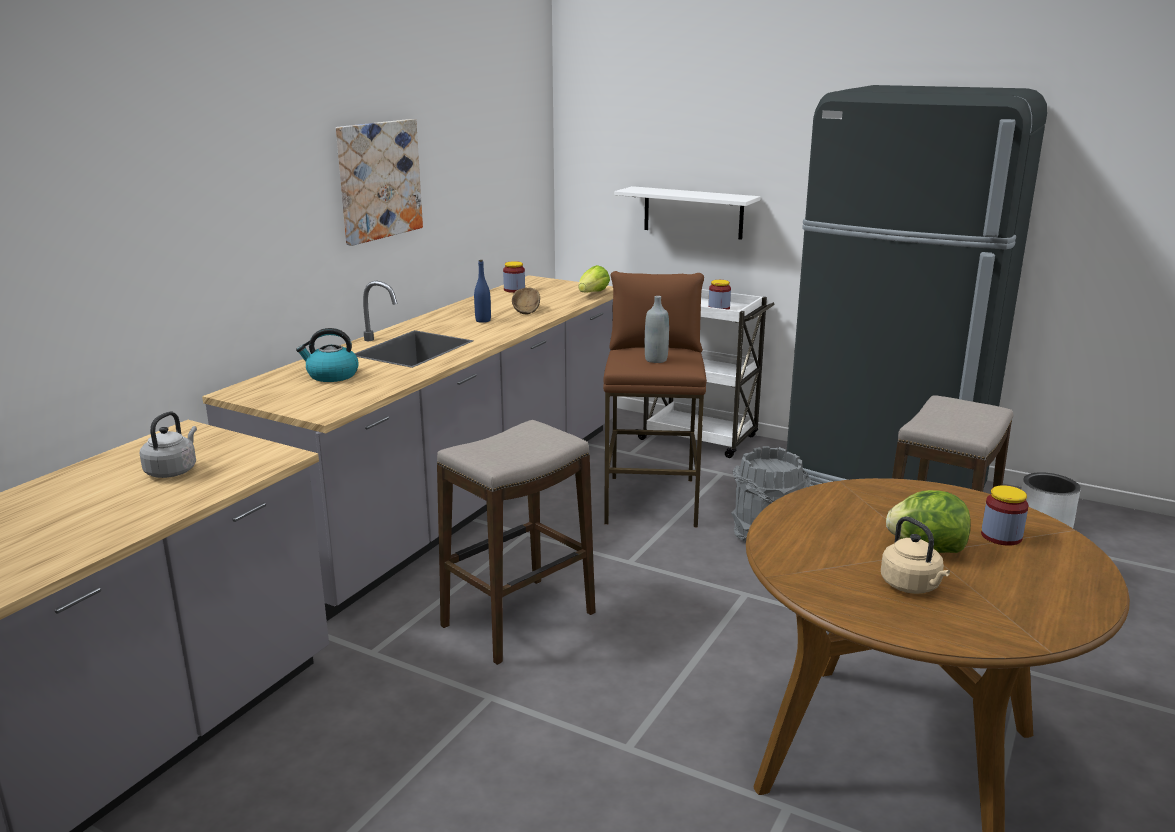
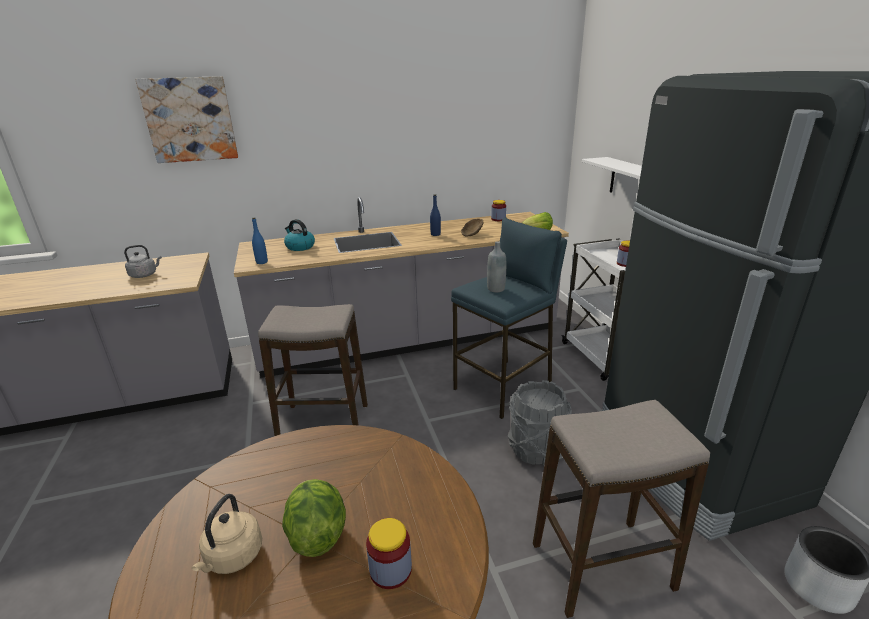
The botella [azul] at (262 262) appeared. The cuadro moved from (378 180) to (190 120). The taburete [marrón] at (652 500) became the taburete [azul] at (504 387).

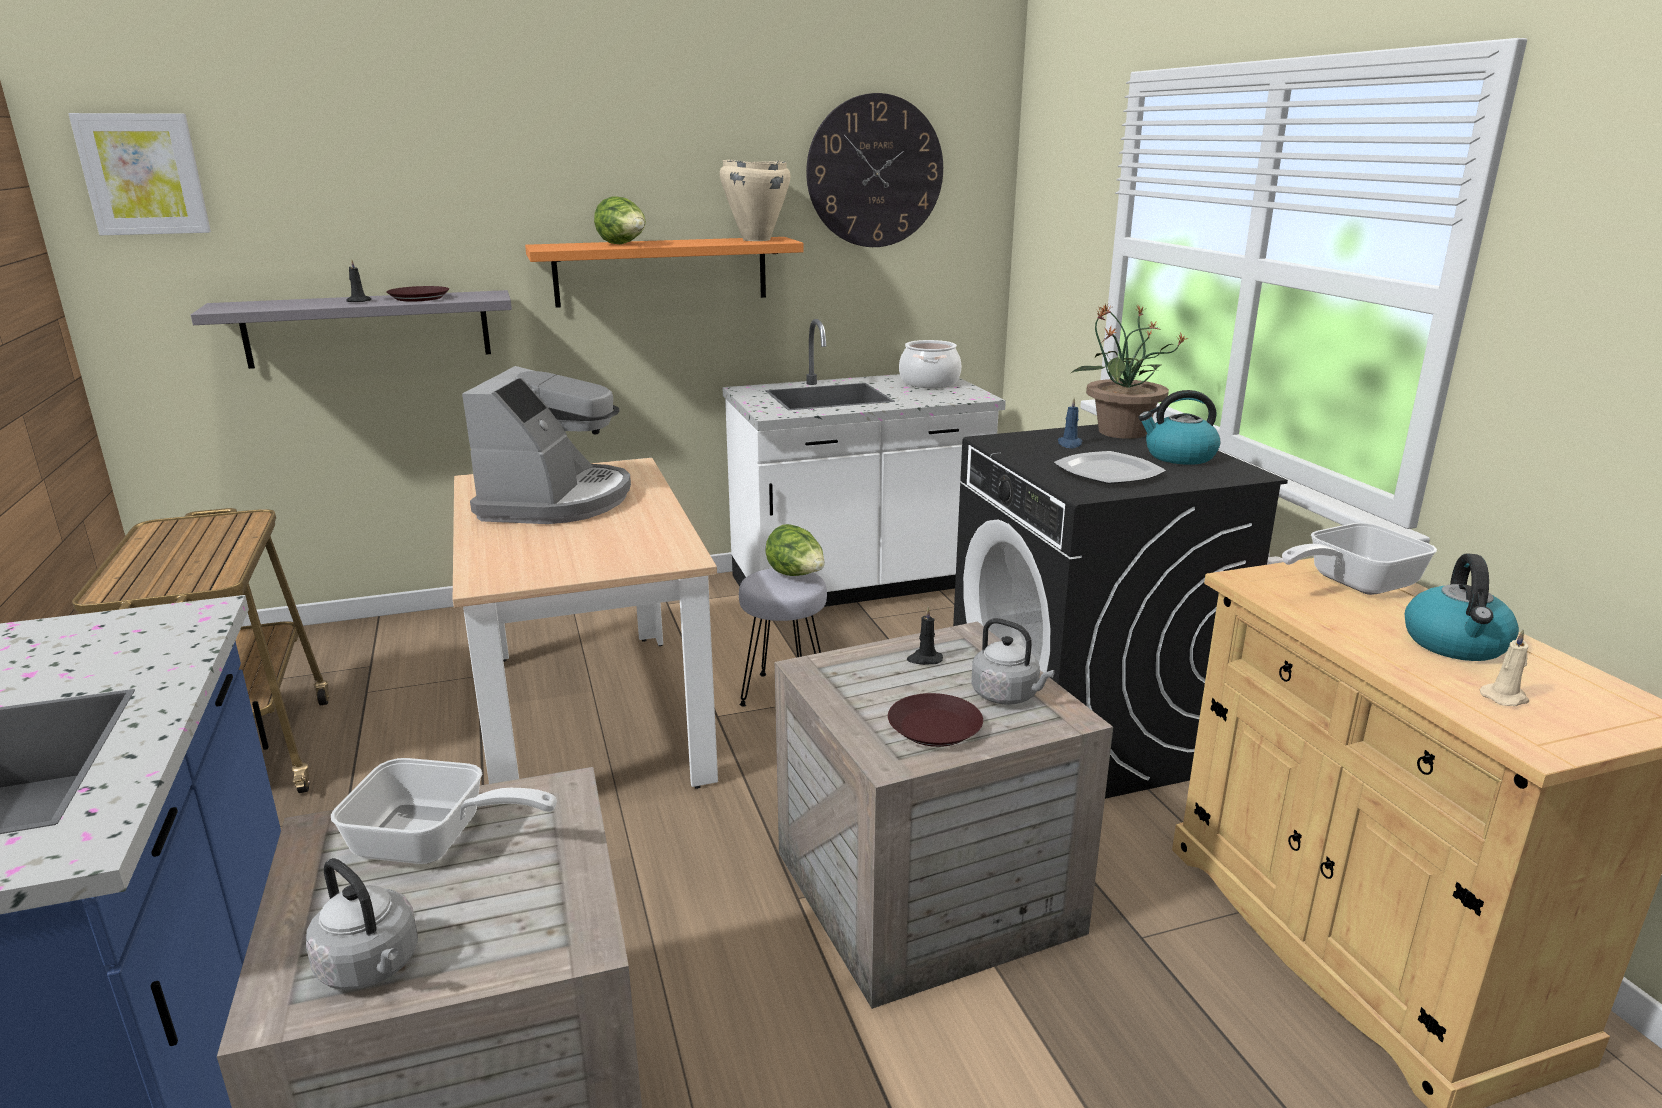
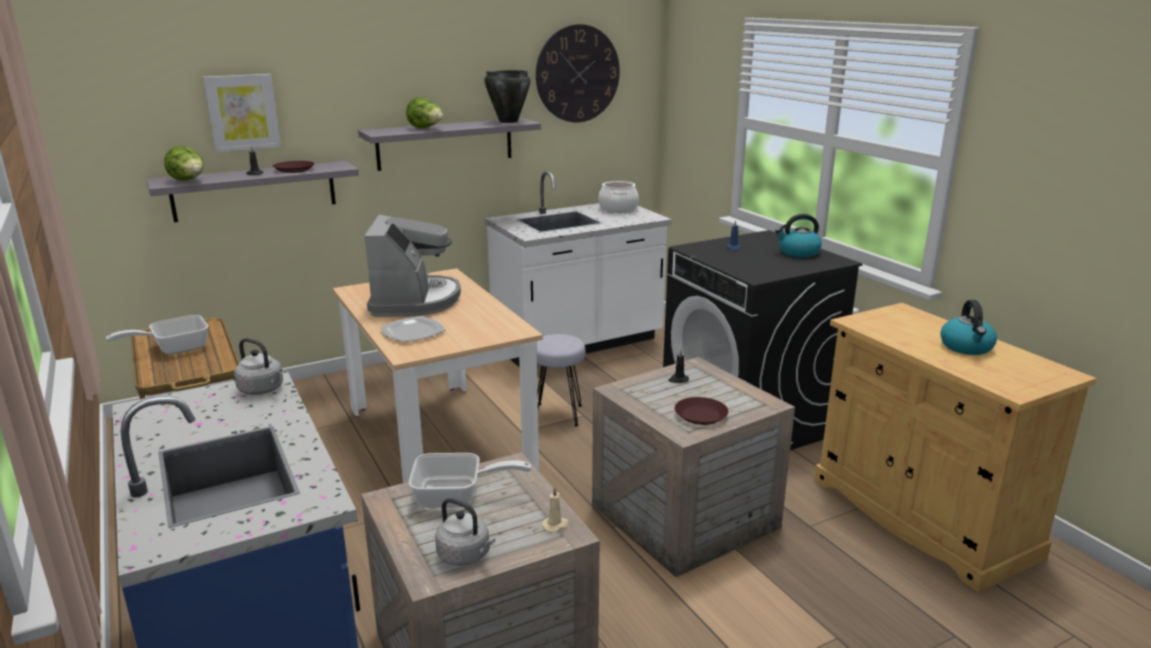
The planta en maceta at (1120 432) disappeared. The cuadro moved from (143 174) to (242 112). The lechuga moved from (796 576) to (188 181). The hervidor [gris] moved from (1007 696) to (263 390). The plato moved from (1108 472) to (412 332). The sartén moved from (1352 583) to (174 348). The vela [beis] moved from (1505 697) to (556 525). The estante [naranja] at (661 271) became the estante [gris] at (445 144). The olla [beis] at (755 240) became the olla [negro] at (508 121).

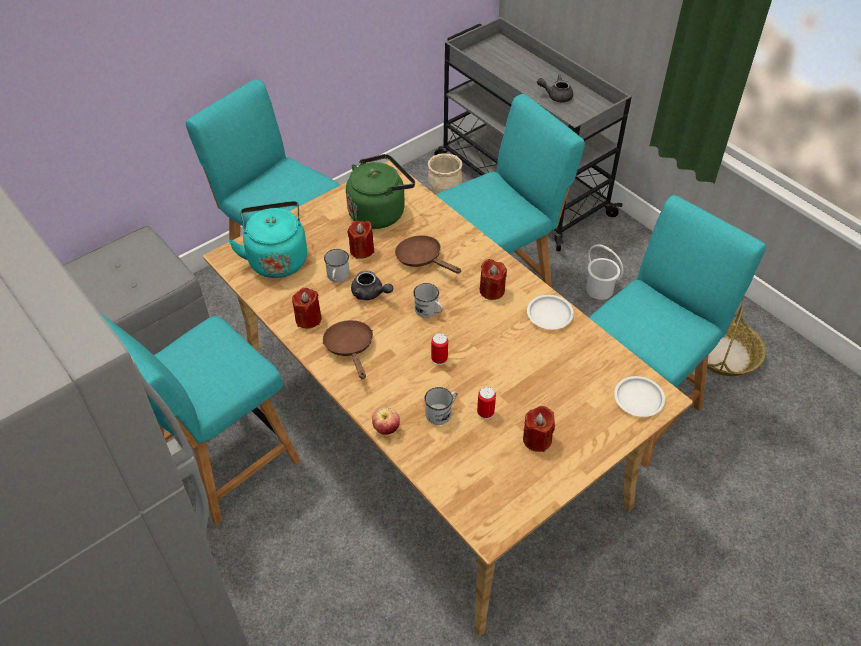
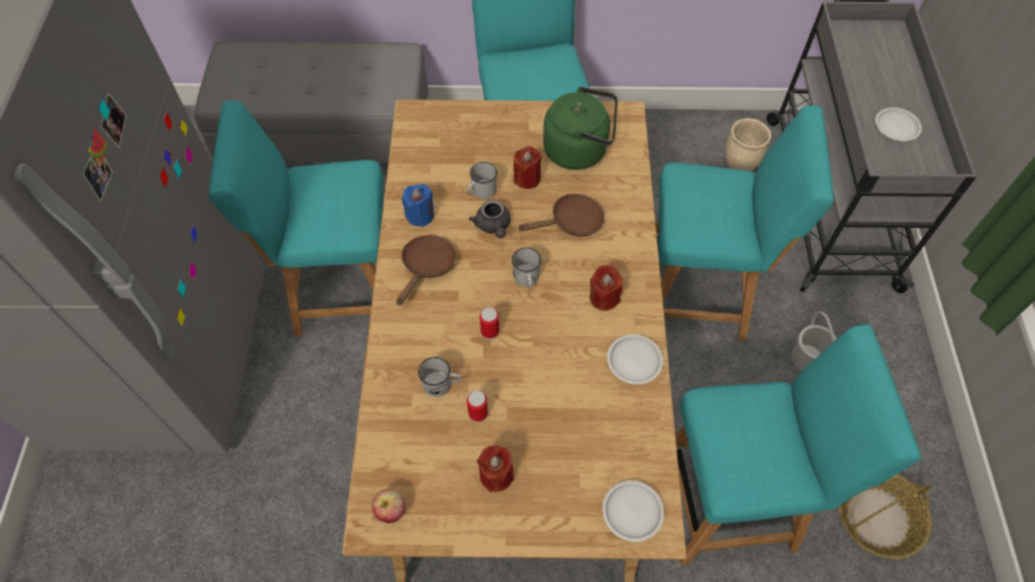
The hervidor [turquesa] at (277 258) disappeared. The manzana moved from (386 429) to (391 510). The tetera [gris] at (556 96) was replaced by the plato [blanco] at (896 127). The vela [rojo] at (308 319) became the vela [azul] at (420 215). The sartén [marrón] at (422 259) turned 75 degrees clockwise.

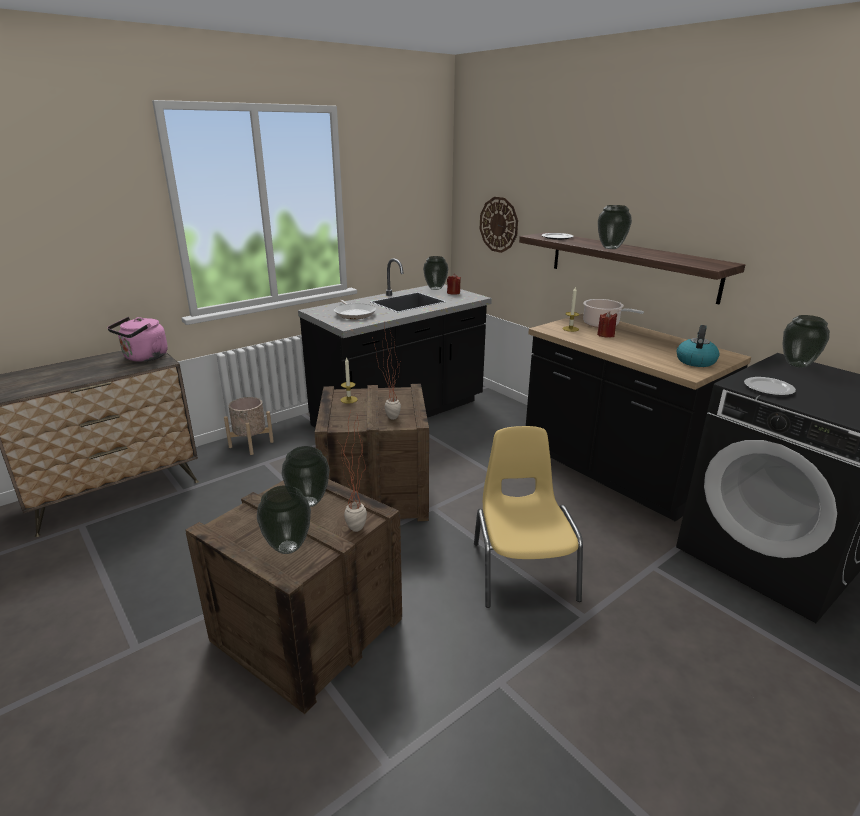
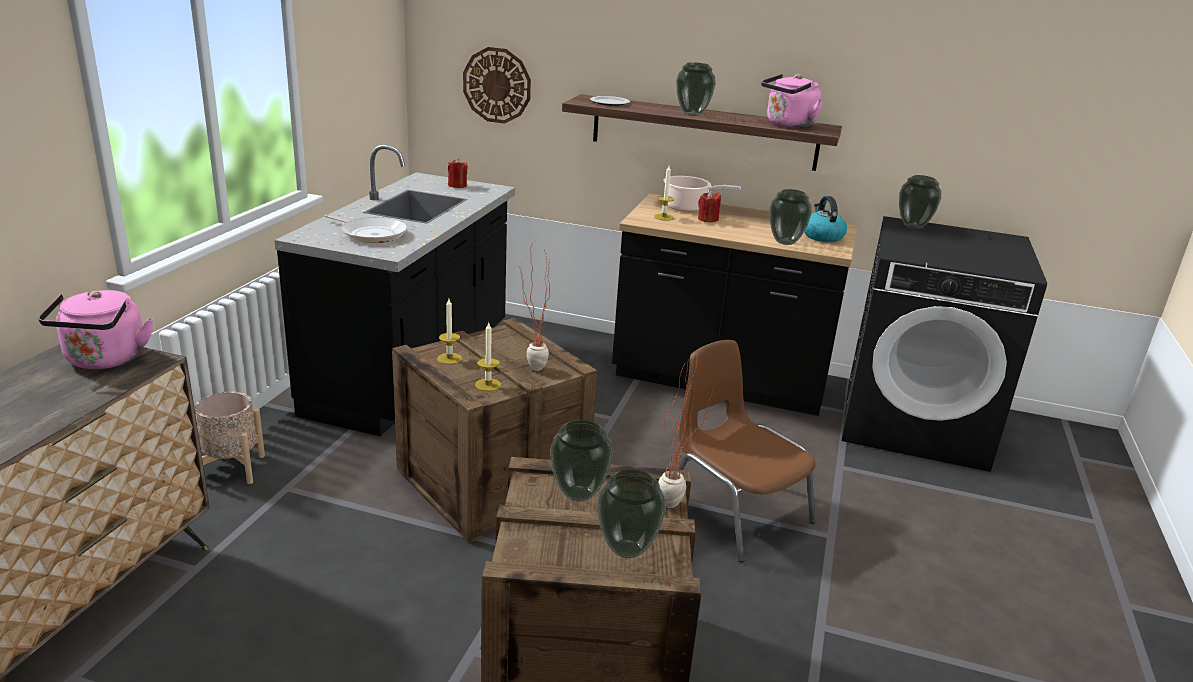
The plato at (769 388) disappeared. The vela at (488 385) appeared. The hervidor [rosa] at (788 125) appeared. The florero moved from (435 288) to (785 242). The silla [amarillo] at (522 569) became the silla [marrón] at (735 511).

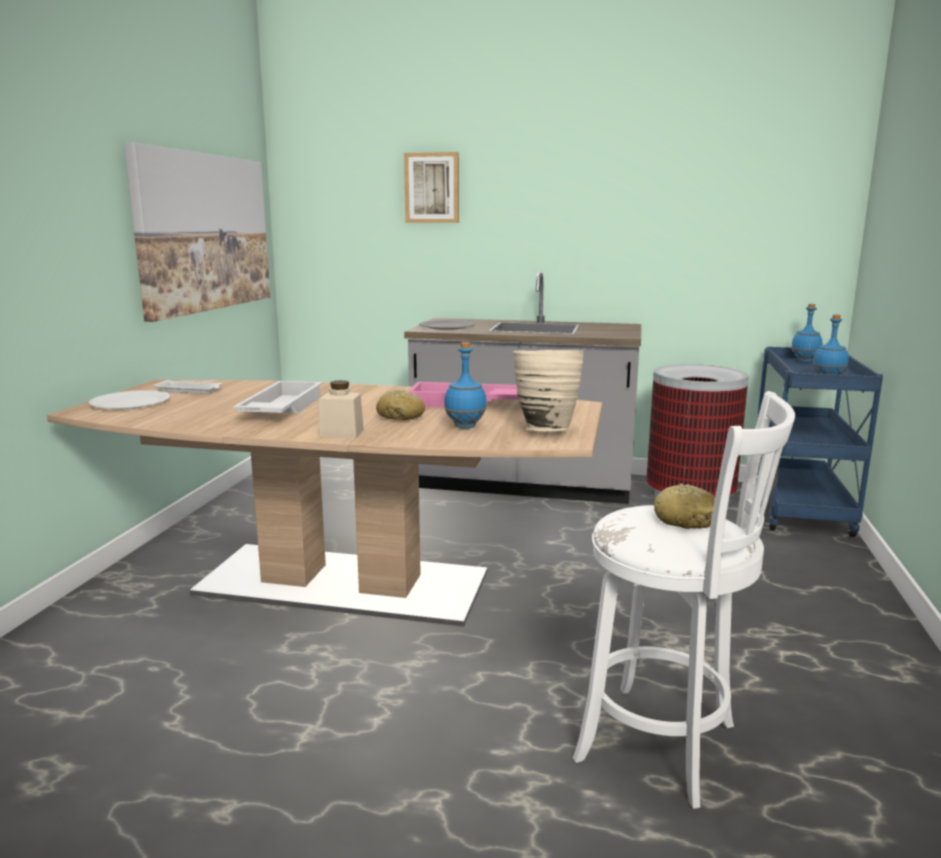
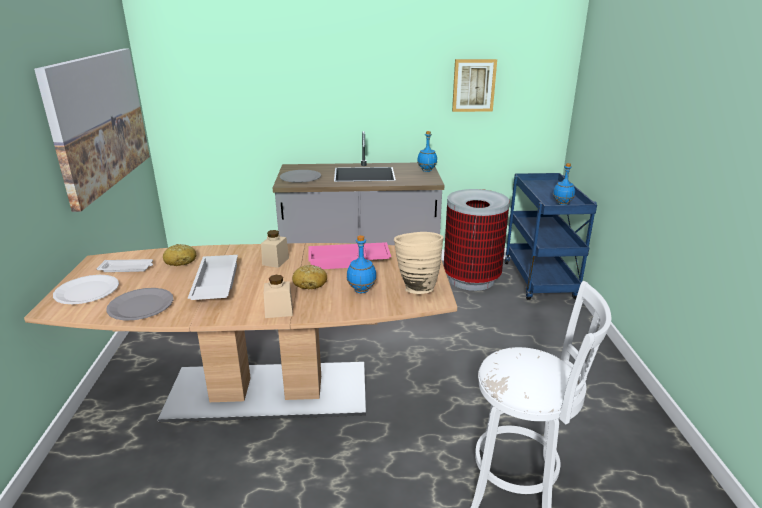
The plato [gris] at (141 306) appeared. The tarro [beis] at (275 261) appeared. The cuadro moved from (432 188) to (473 85). The pan moved from (685 520) to (181 261). The botella [azul] moved from (805 361) to (427 171).

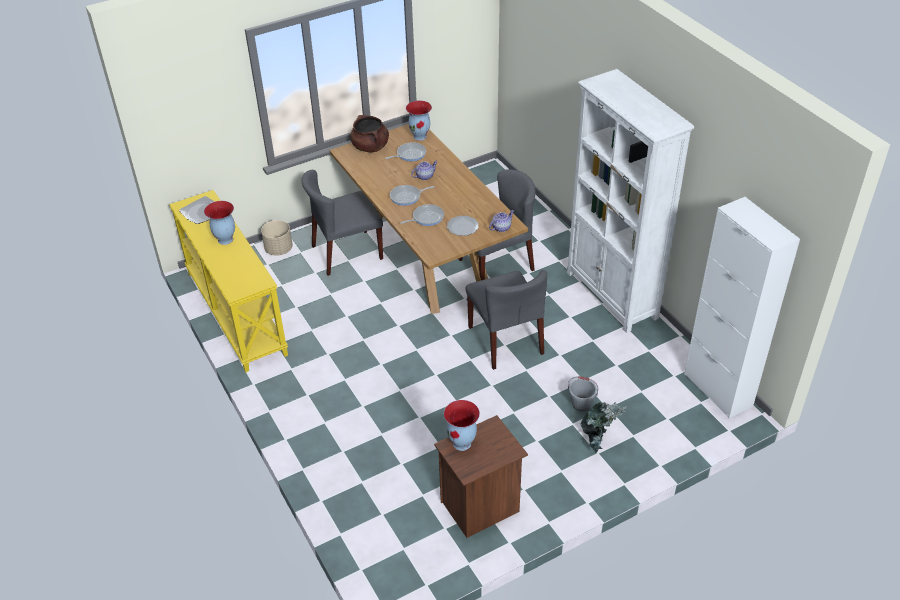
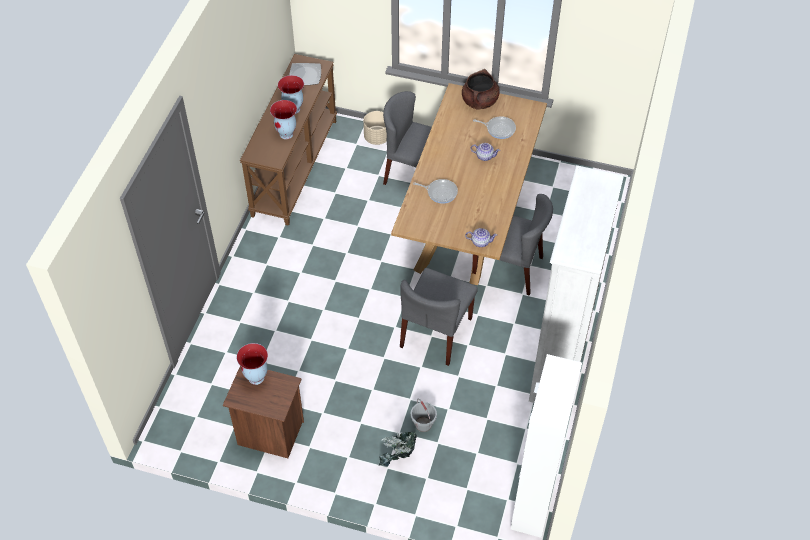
The sartén at (407 197) disappeared. The plato at (462 227) disappeared. The florero moved from (420 136) to (286 134). The mesa consola [amarillo] at (235 313) became the mesa consola [marrón] at (294 166).

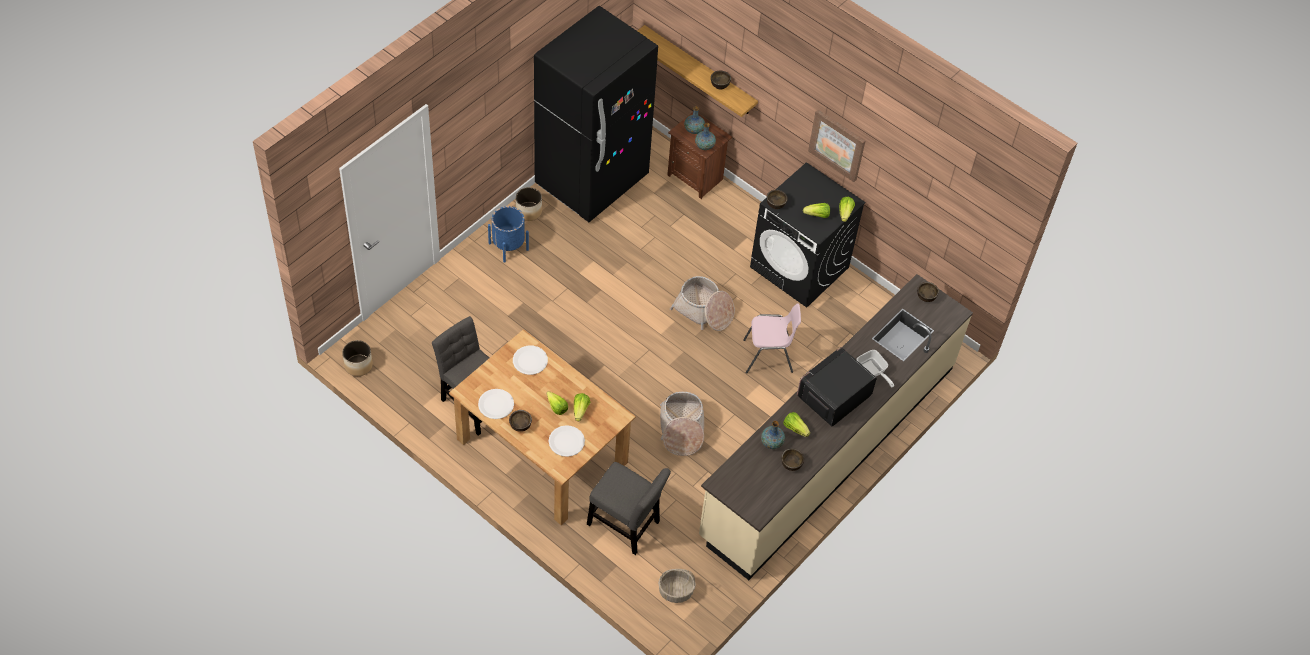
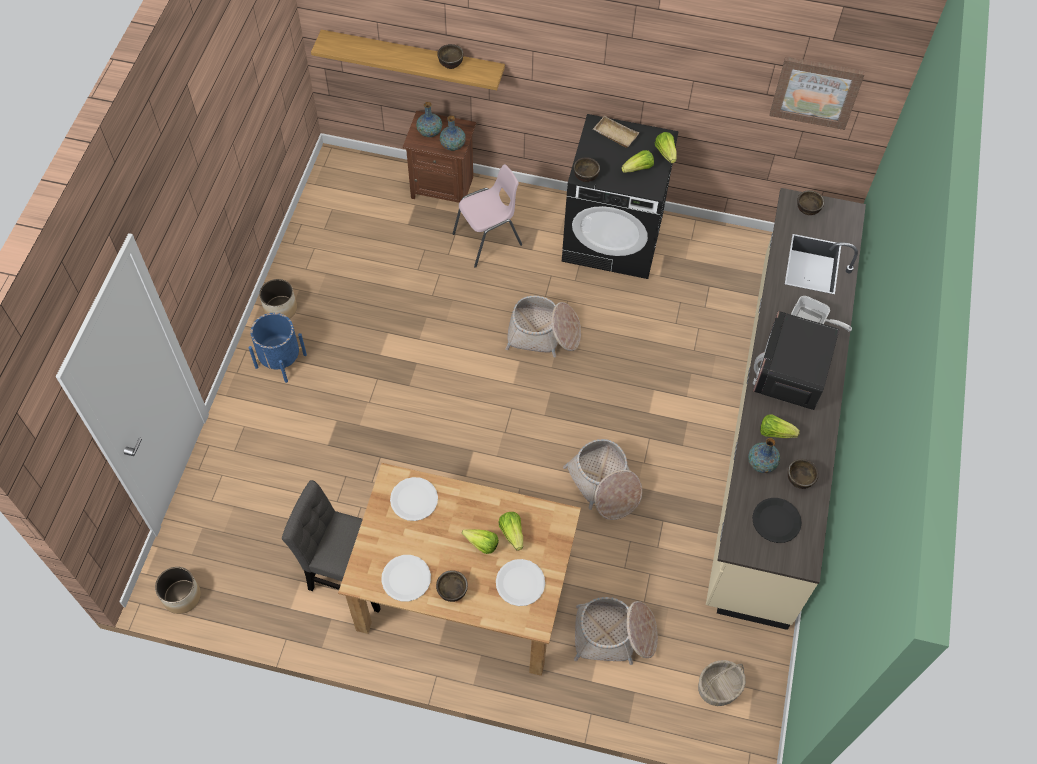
The nevera [negro] at (592 181) disappeared. The bandeja [beis] at (614 135) appeared. The plato [negro] at (776 521) appeared. The silla [rosa] moved from (768 357) to (488 240). The cuadro moved from (837 144) to (816 91). The silla [gris] at (626 525) was replaced by the cesta at (614 636).

